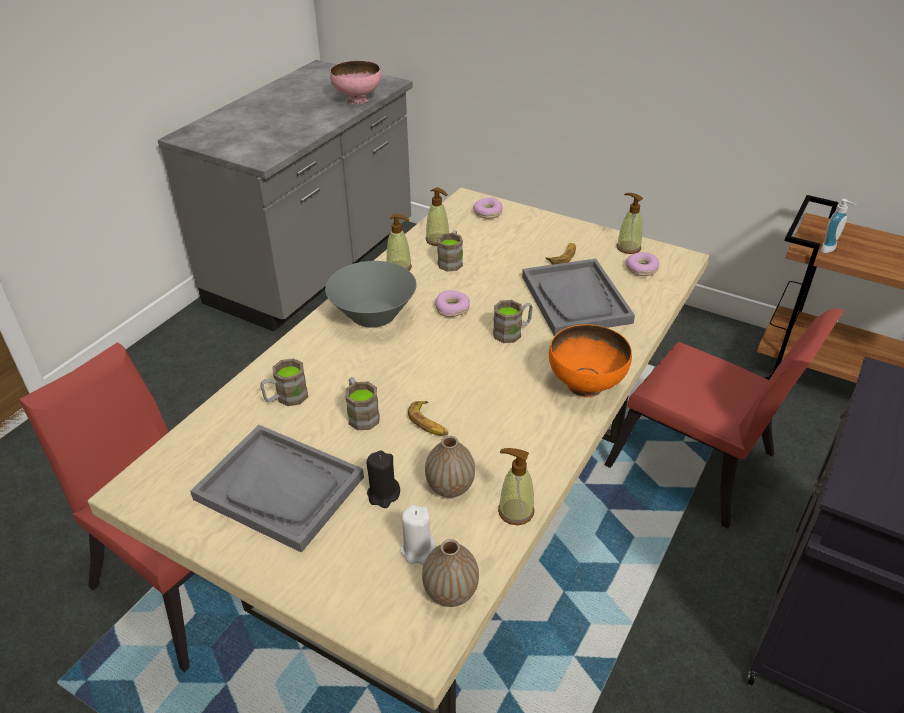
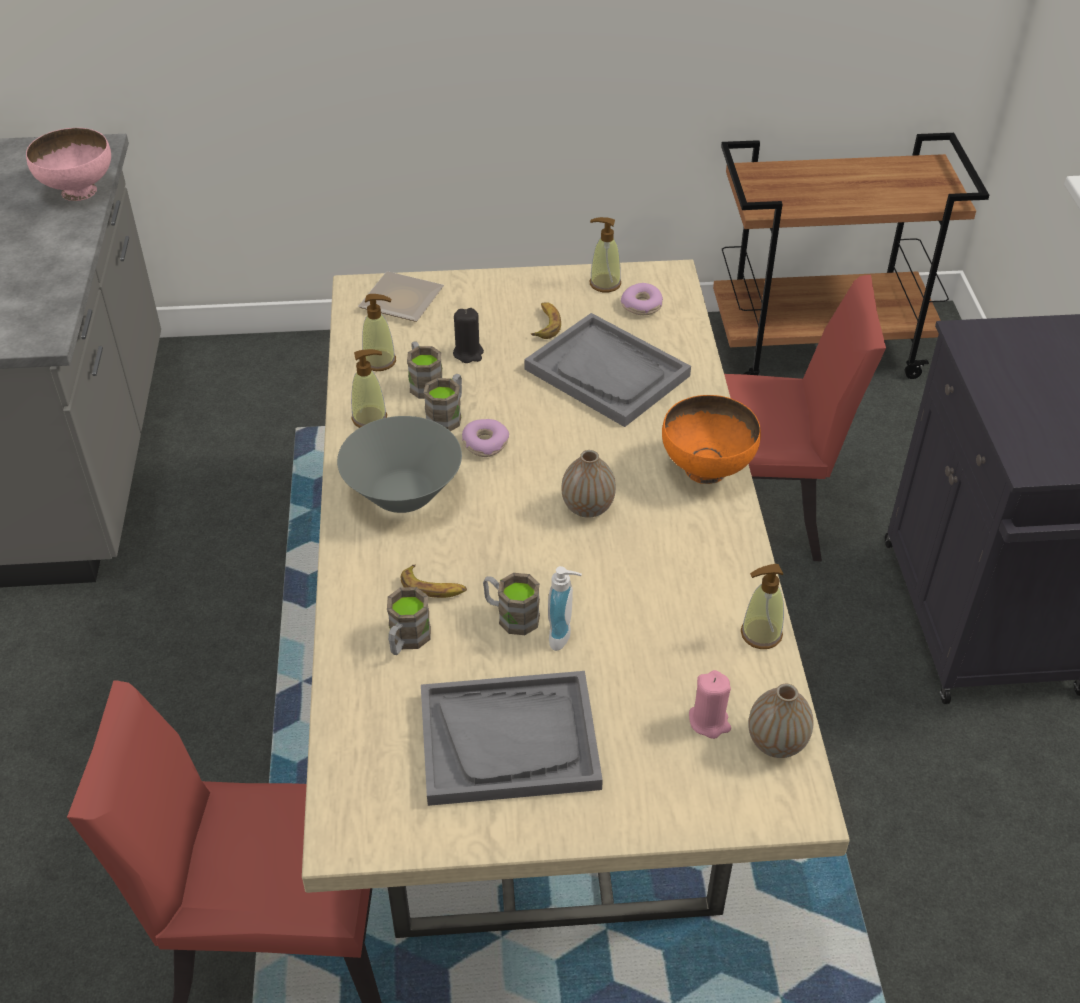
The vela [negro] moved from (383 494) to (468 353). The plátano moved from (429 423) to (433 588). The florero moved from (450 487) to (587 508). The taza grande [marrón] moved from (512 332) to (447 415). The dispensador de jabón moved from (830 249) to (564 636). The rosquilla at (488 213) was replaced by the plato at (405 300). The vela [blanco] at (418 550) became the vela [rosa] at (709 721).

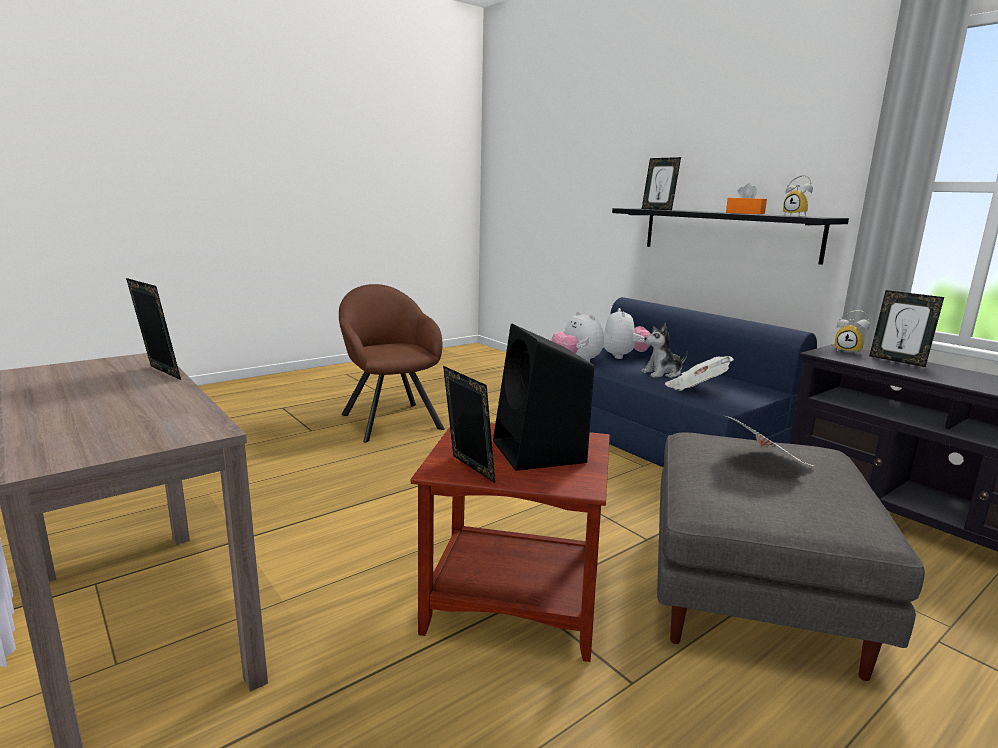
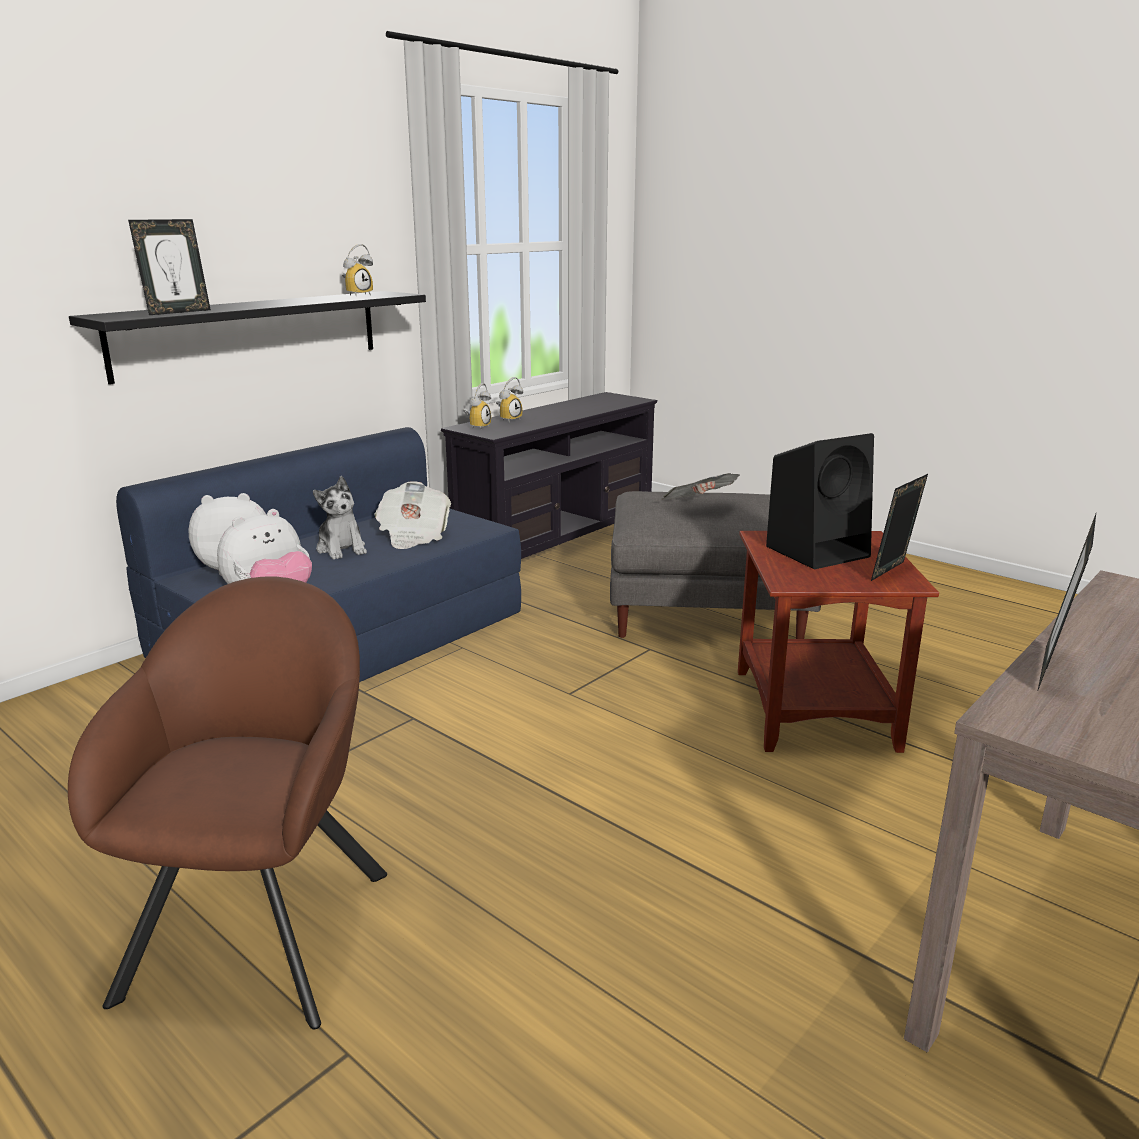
The caja de pañuelos [naranja] at (745 213) disappeared. The portarretratos at (898 361) was replaced by the despertador at (509 419). The sillón [marrón] at (390 419) turned 135 degrees clockwise.

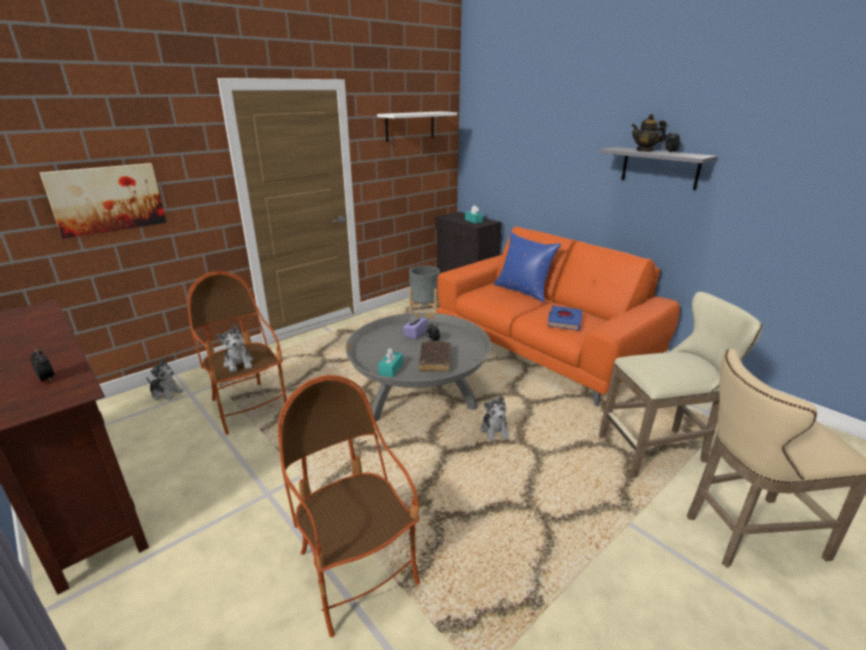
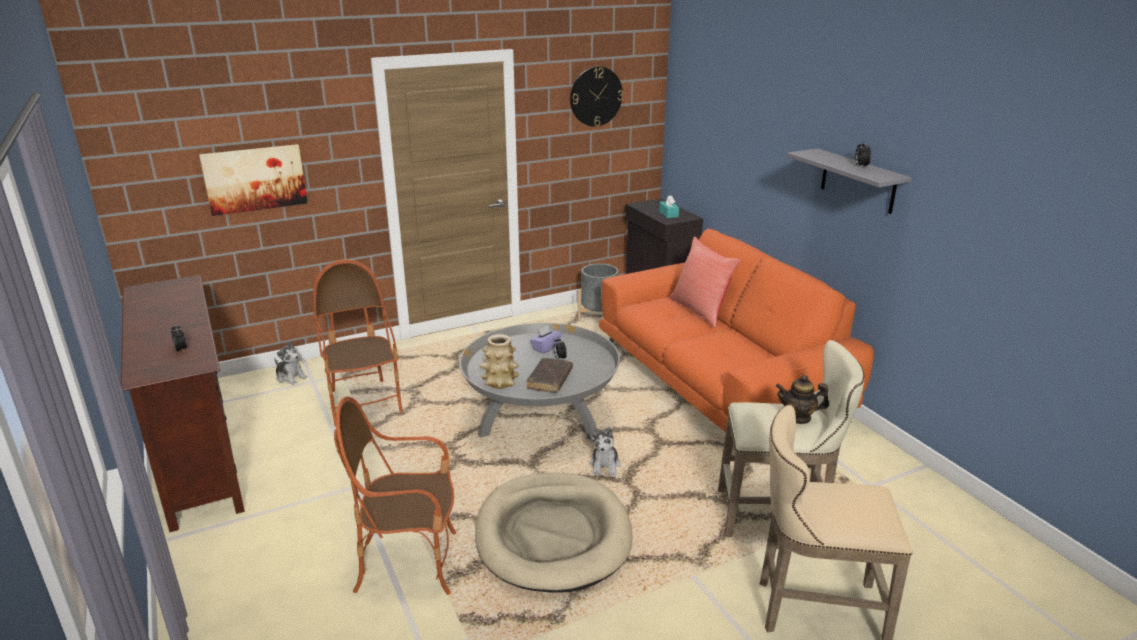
The peluche at (239 363) disappeared. The libro [azul] at (564 321) disappeared. The cama para perro [beis] at (553 536) appeared. The tetera moved from (645 150) to (798 417). The estante [blanco] at (410 126) was replaced by the reloj de pared at (596 96). The caja de pañuelos [turquesa] at (391 369) was replaced by the florero at (500 382). The cojín [azul] at (523 291) became the cojín [rojo] at (700 310). The sillón at (356 571) turned 75 degrees counterclockwise.

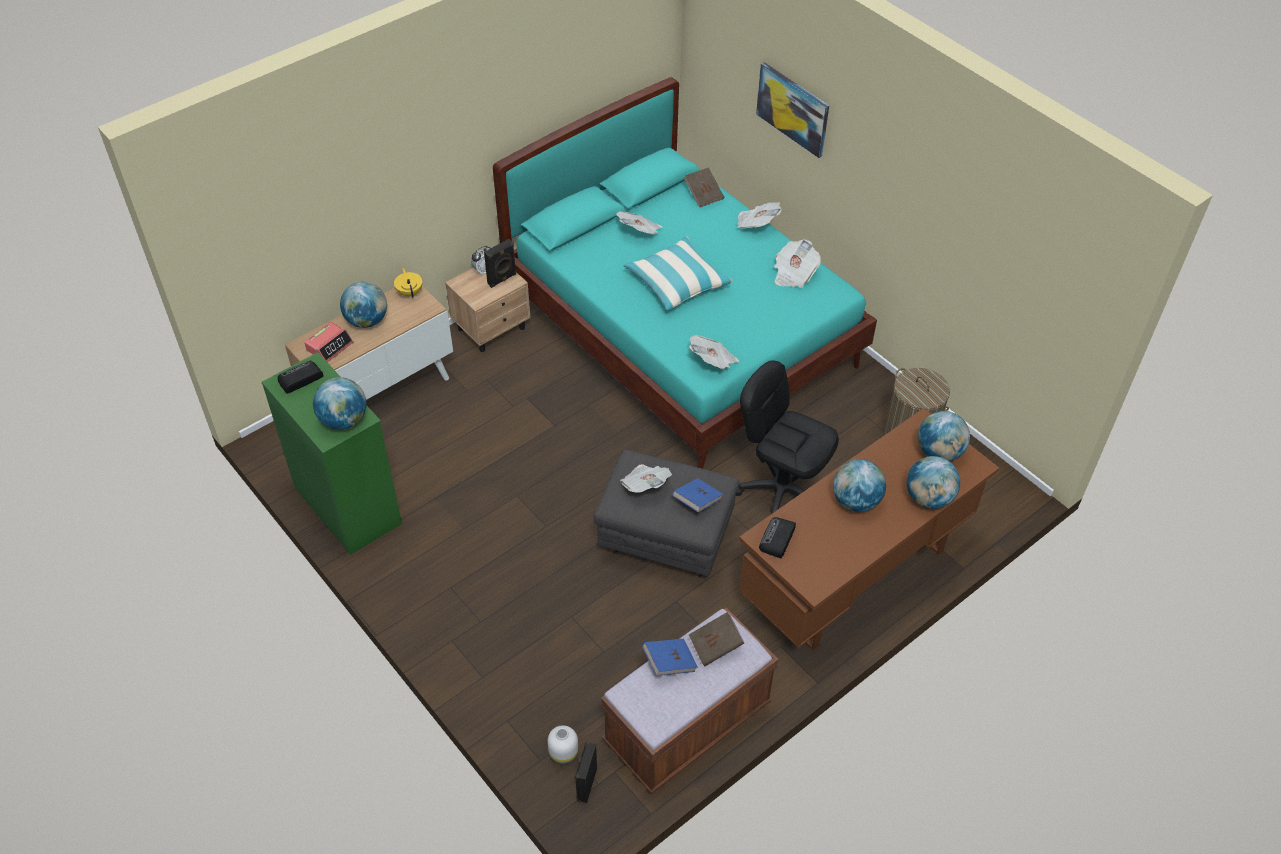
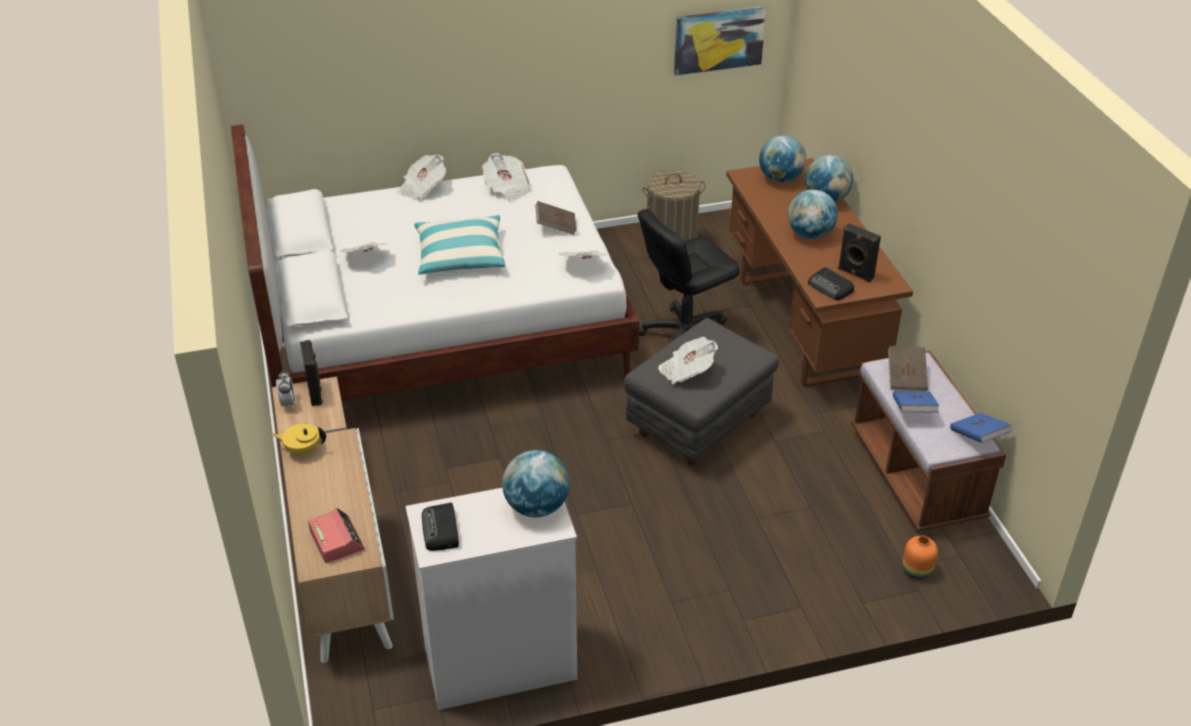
The globo terráqueo at (367 321) disappeared. The altavoz [negro] moved from (585 784) to (855 274). The libro [azul] moved from (697 501) to (978 437). The libro [marrón] moved from (703 194) to (556 227). The cuadro moved from (793 109) to (718 40). The cómoda [verde] at (347 504) became the cómoda [blanco] at (498 664). The cama [turquesa] at (682 332) became the cama [blanco] at (441 332). The florero [blanco] at (563 754) became the florero [naranja] at (917 571).

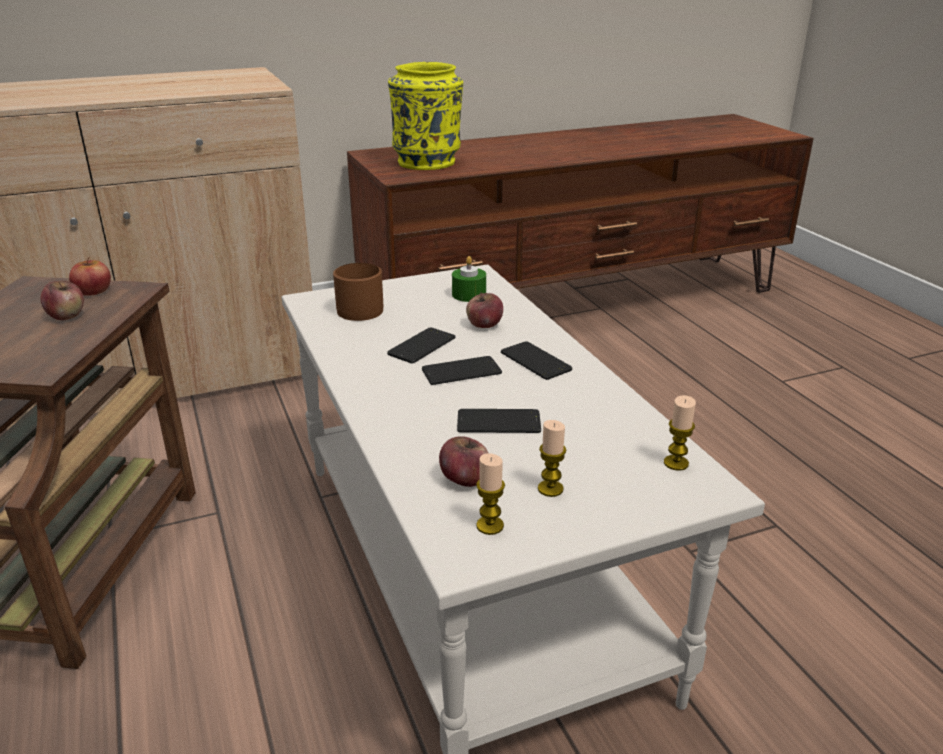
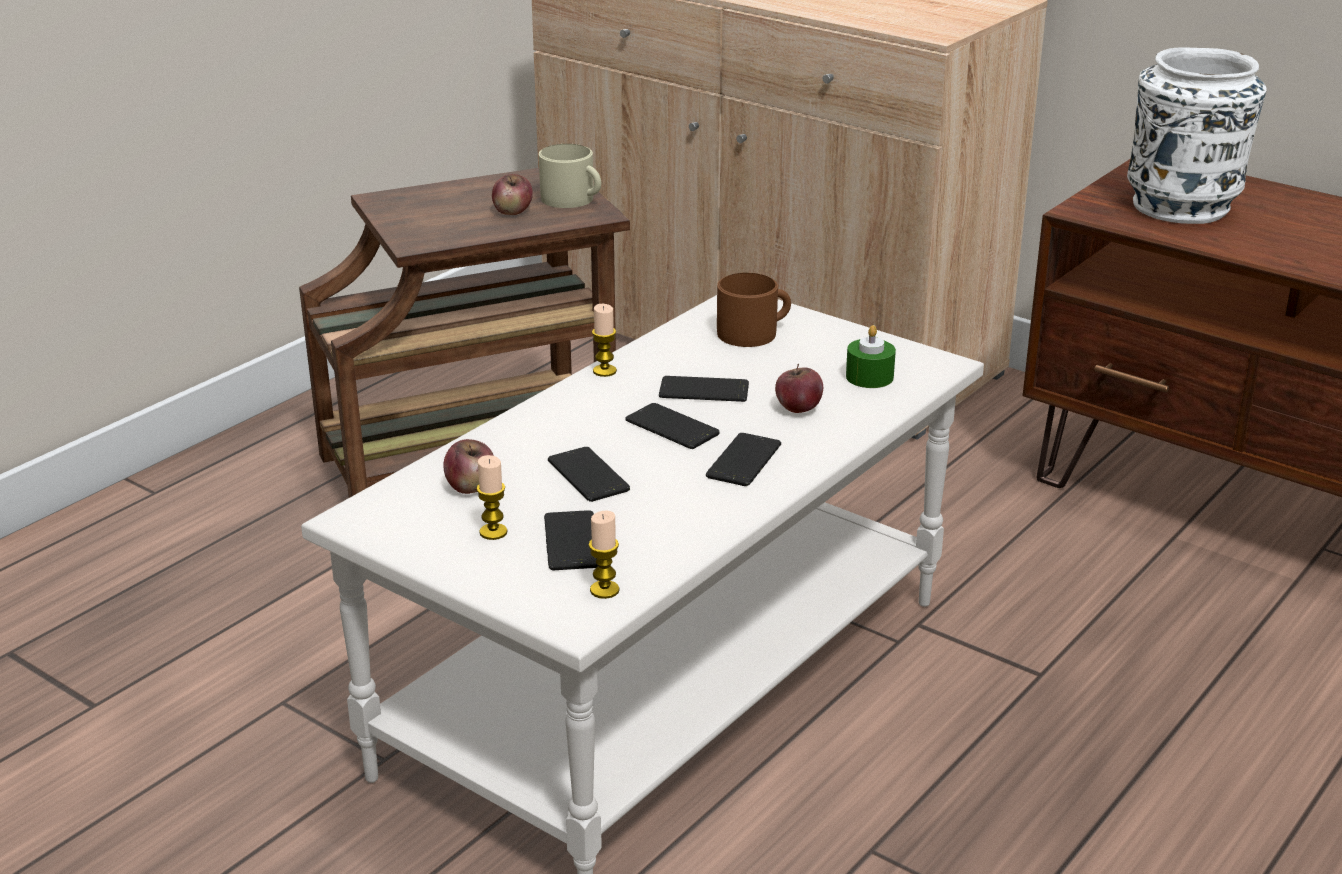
The móvil at (571 542) appeared. The vela moved from (490 526) to (604 371). The manzana at (93 290) was replaced by the taza grande [beis] at (573 199). The florero [amarillo] at (427 162) became the florero [blanco] at (1183 206).

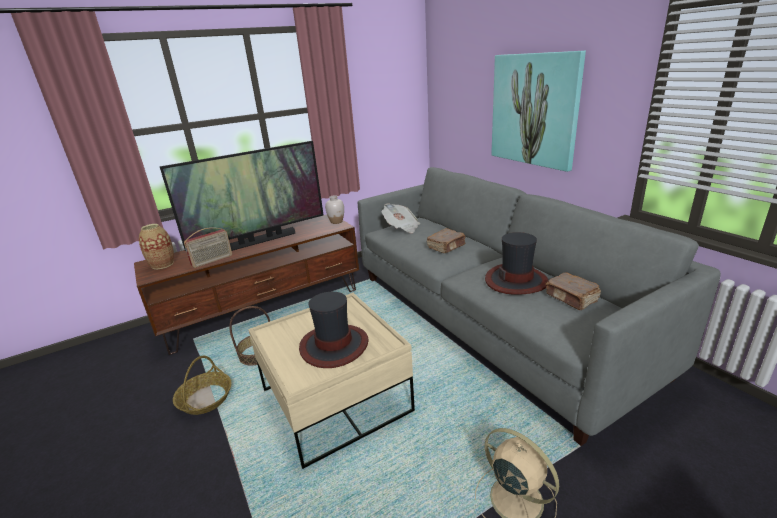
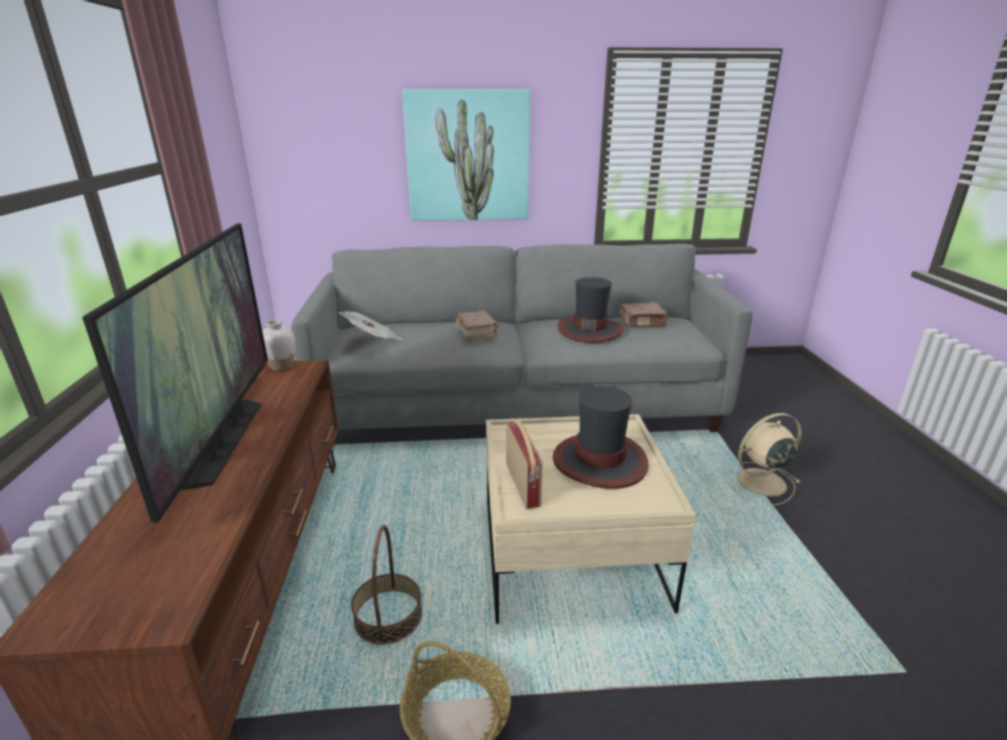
The florero at (162 264) disappeared. The radio moved from (212 261) to (523 485).

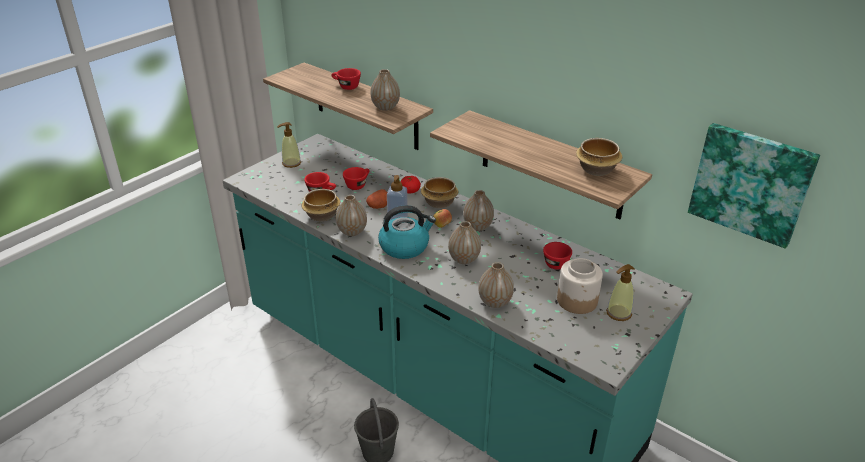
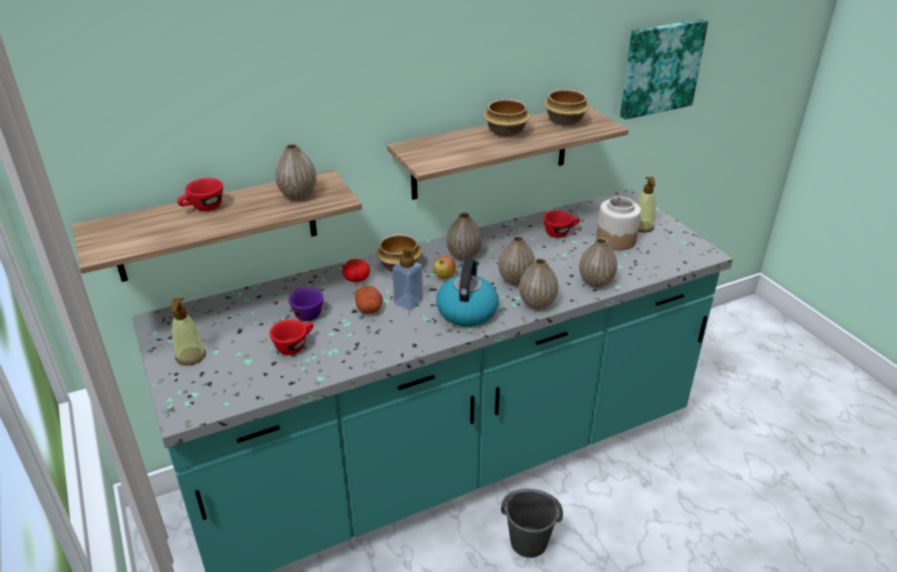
The cuenco moved from (322 216) to (507 132). The florero moved from (352 231) to (537 303). The taza [rojo] at (358 184) became the taza [morado] at (305 312).

